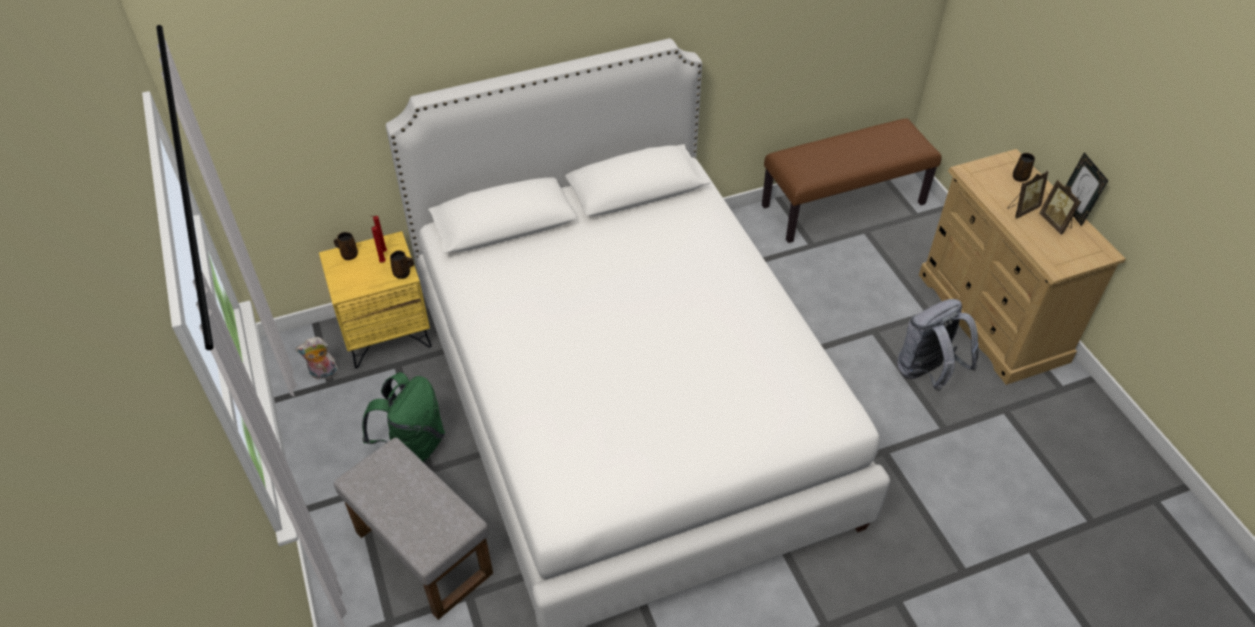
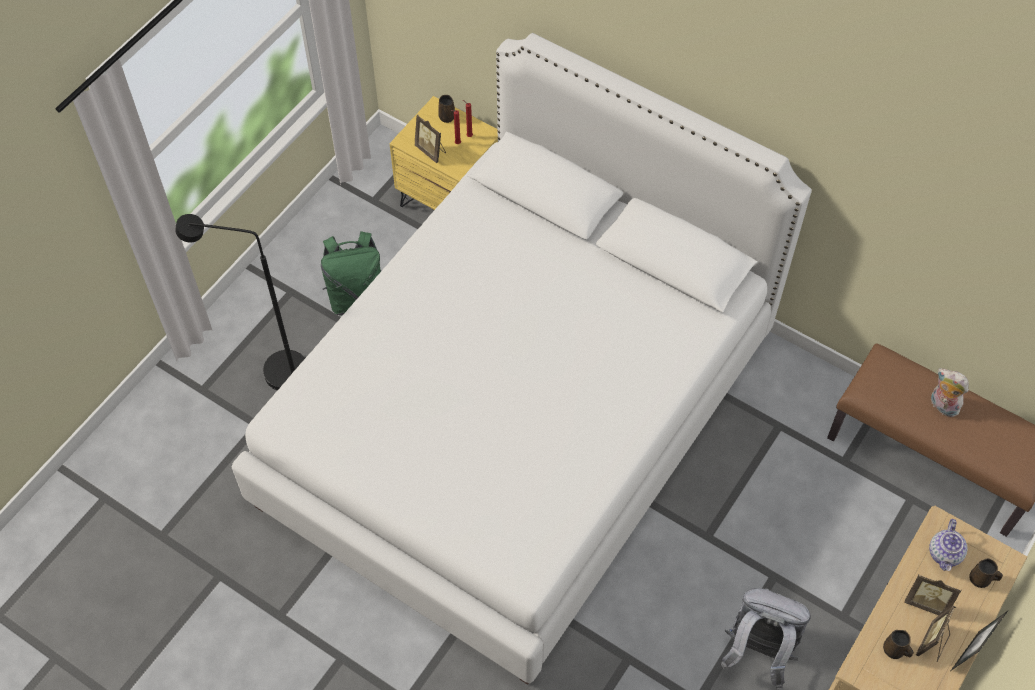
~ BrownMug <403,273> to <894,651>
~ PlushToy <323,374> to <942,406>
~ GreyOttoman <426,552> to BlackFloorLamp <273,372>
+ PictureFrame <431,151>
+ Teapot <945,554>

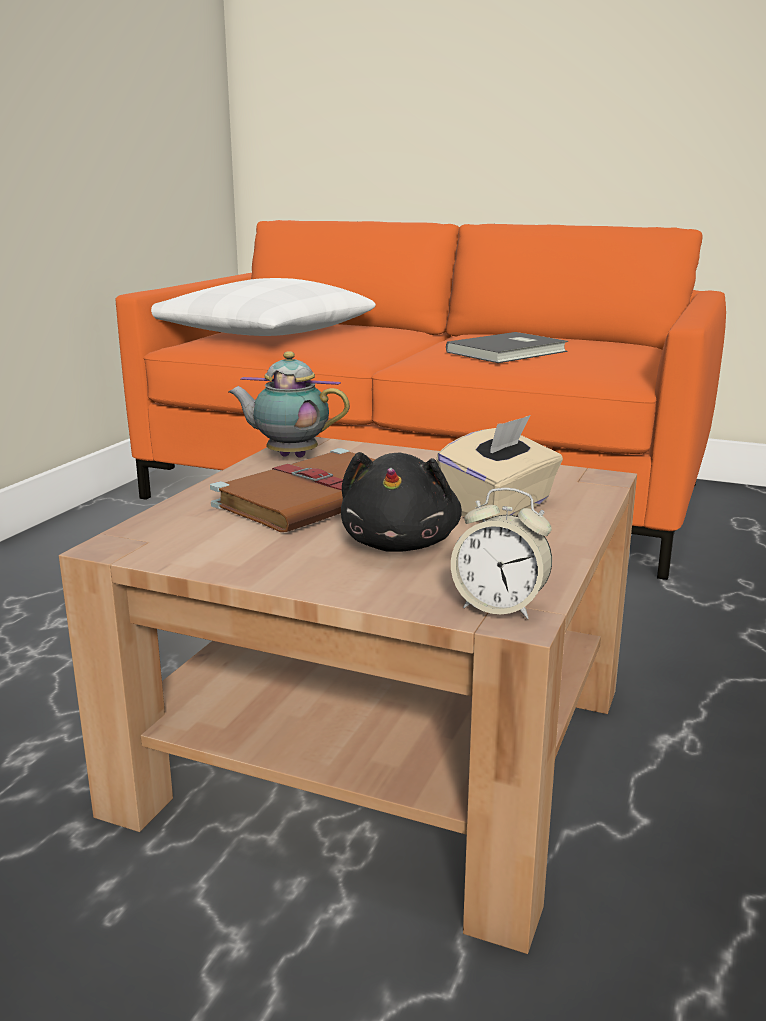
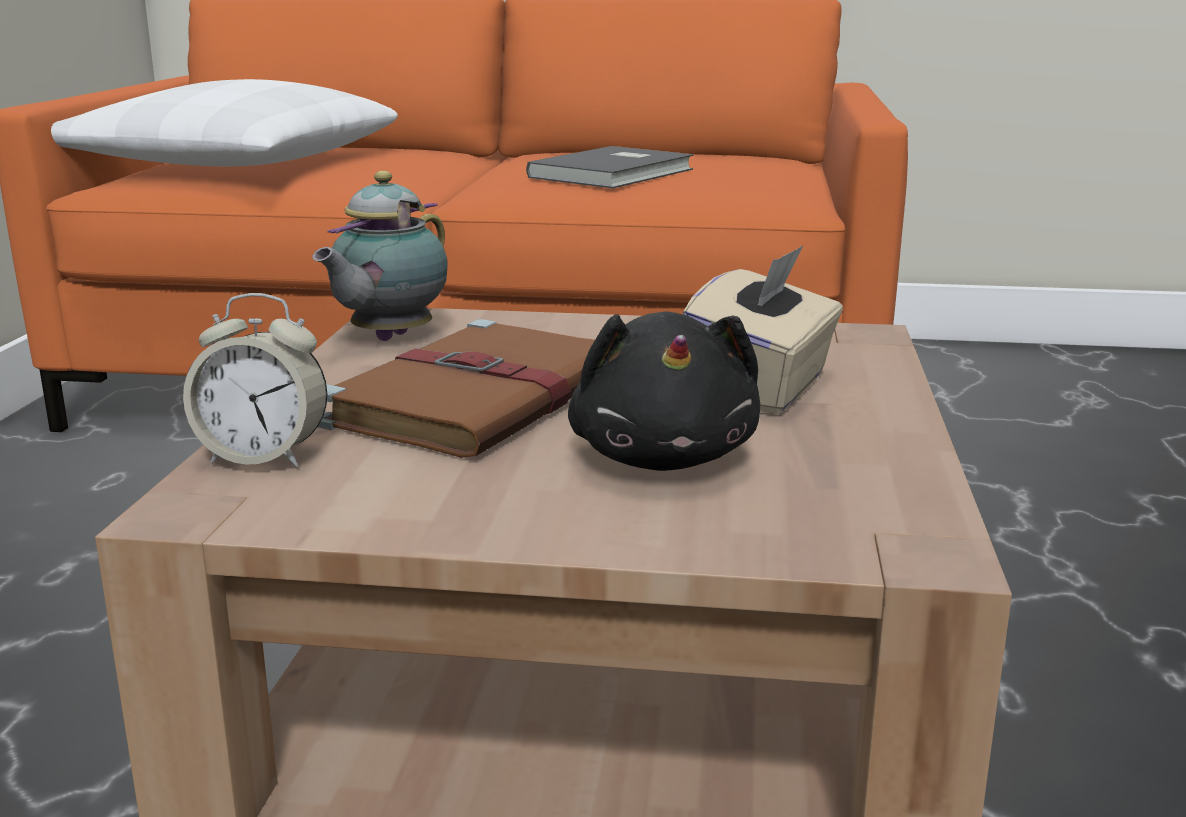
~ Teapot <289,456> = <387,338> 60 degrees counterclockwise
~ AlarmClock <500,607> to <263,457>

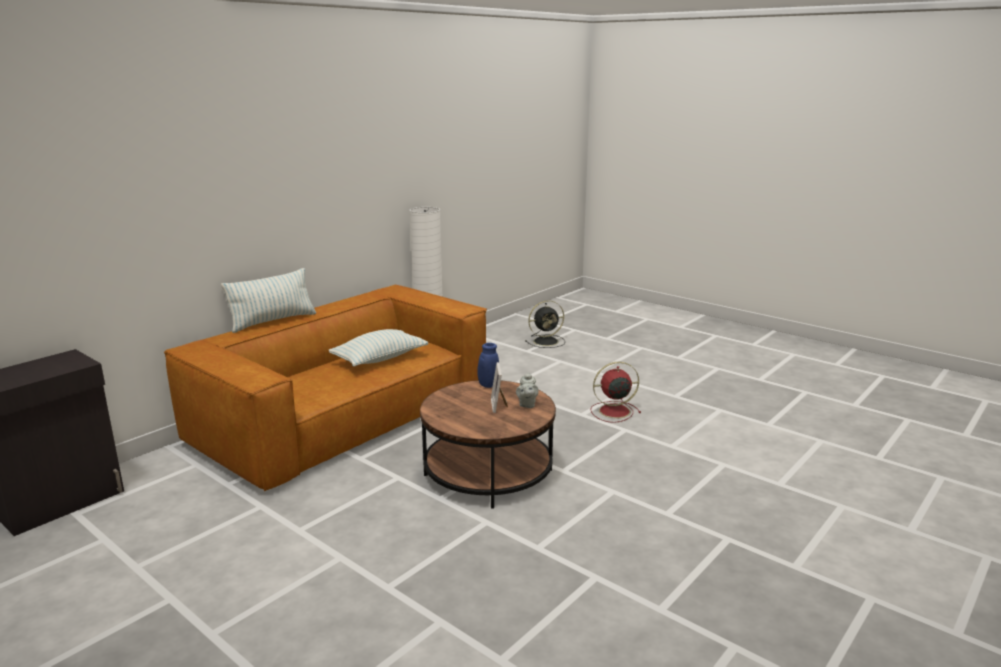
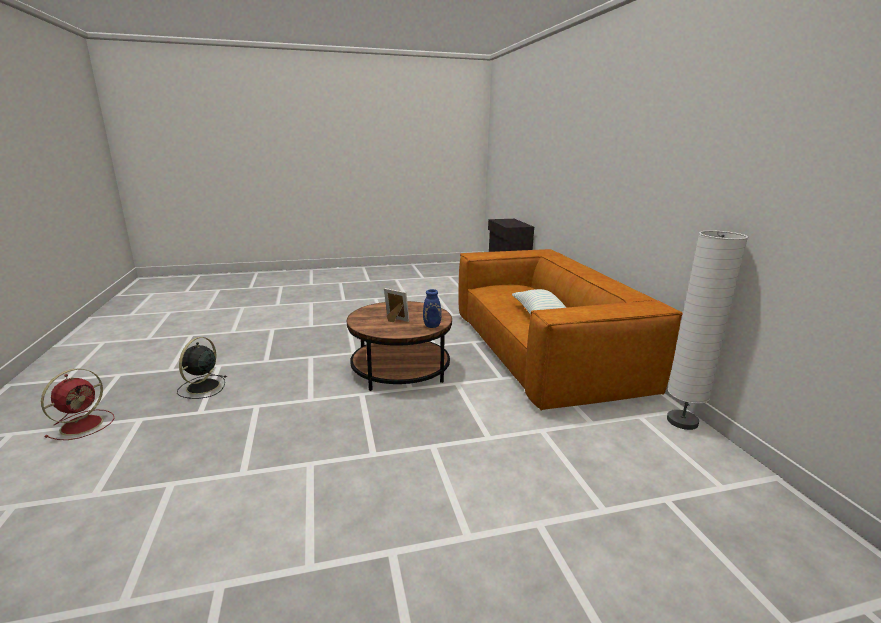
- Pillow <273,321>
~ BlackFan <547,341> to <202,387>
~ RedFan <613,411> to <83,424>
- GreyTeapot <527,404>

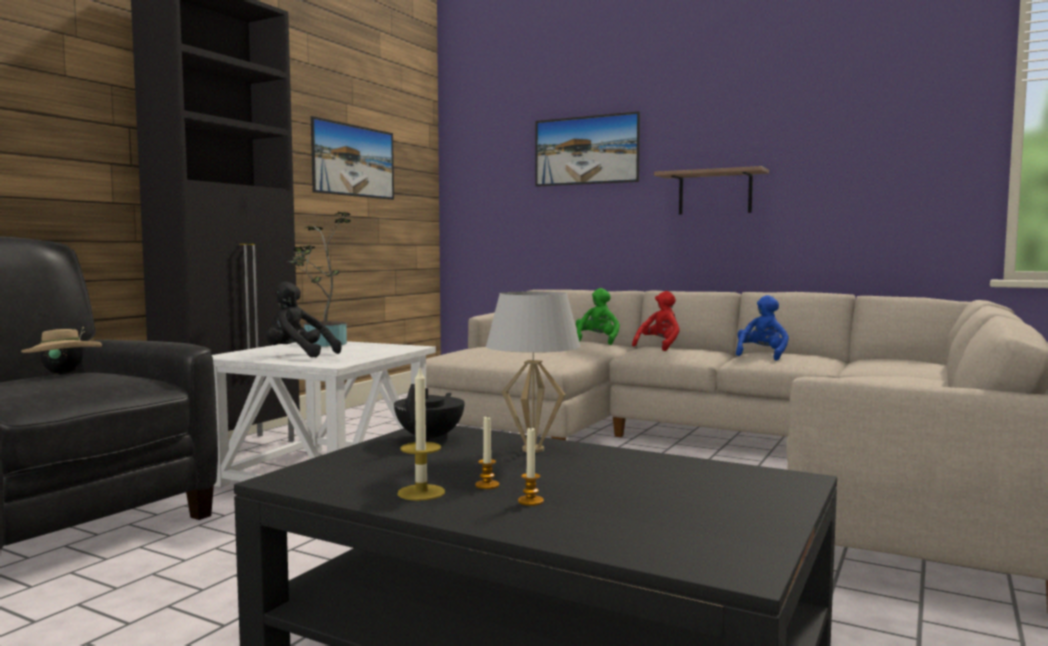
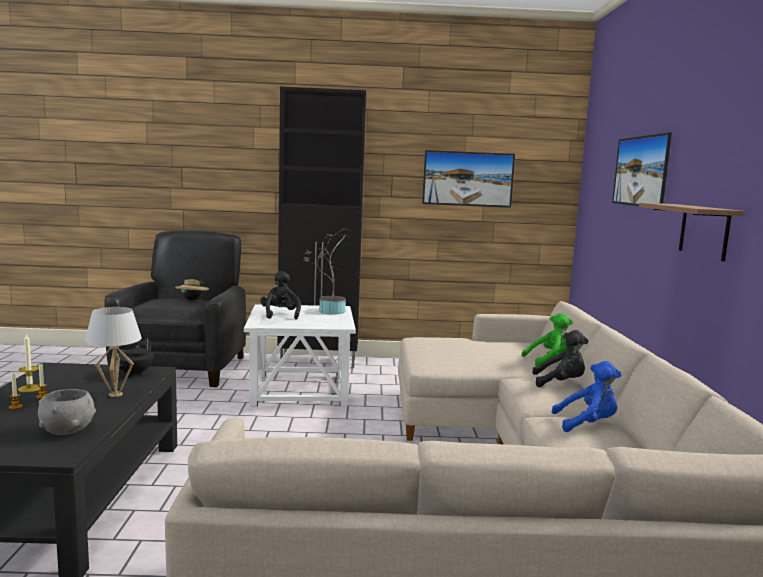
~ RedPlushToy <659,347> to BlackPlushToy <560,383>
~ BlackTeapot <431,438> = <133,374> 120 degrees clockwise
+ GreyBowl <67,430>

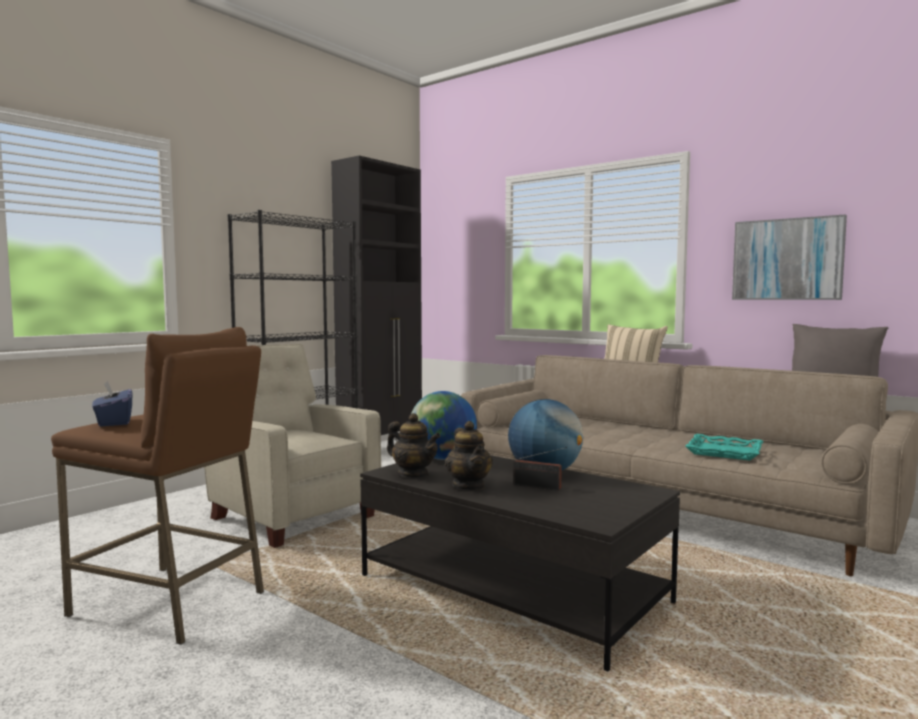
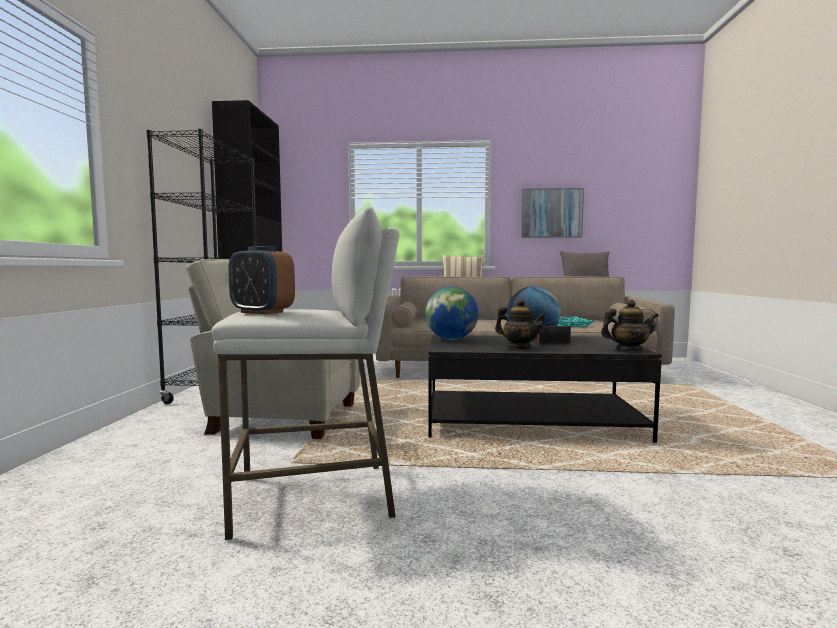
~ BrownStool <170,603> to WhiteStool <314,497>
~ BlueTissueBox <114,422> to AlarmClock <262,312>
~ Teapot <413,474> to <628,350>

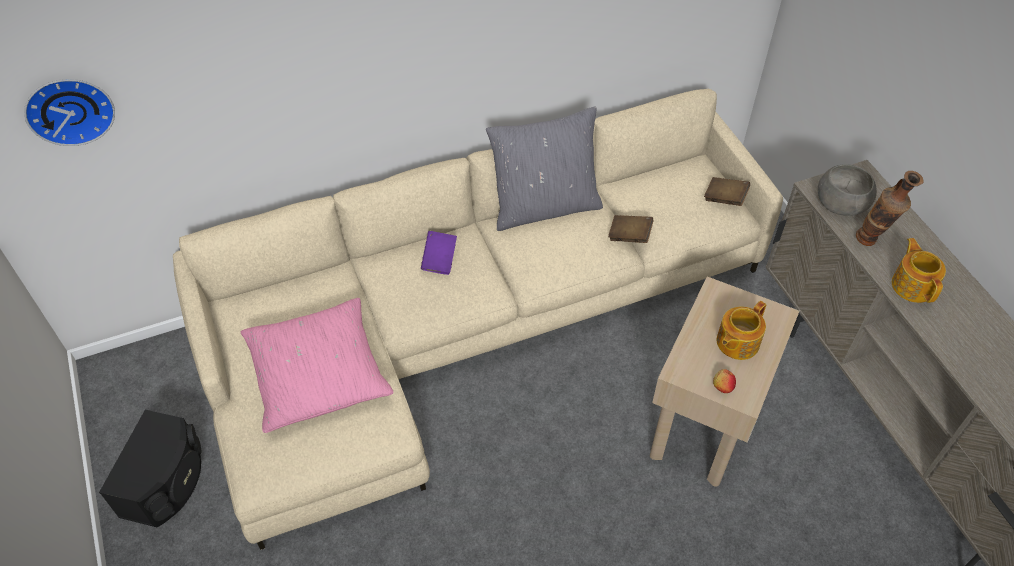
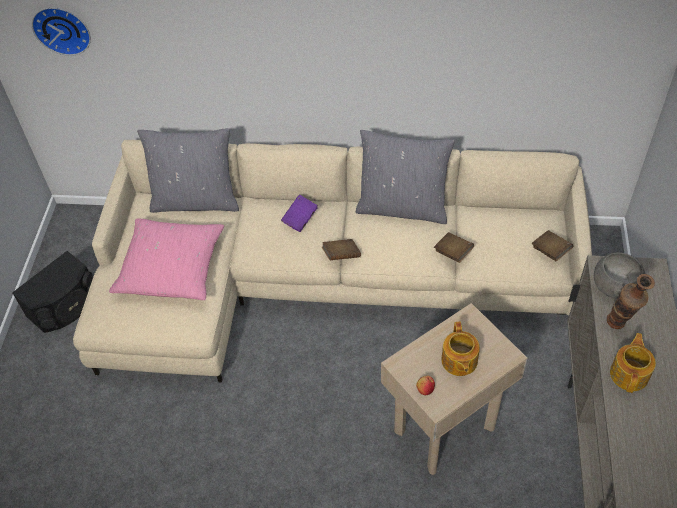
~ Teapot <736,342> = <459,361> 75 degrees counterclockwise
+ GreyPillow <196,200>
+ BrownBook <341,255>

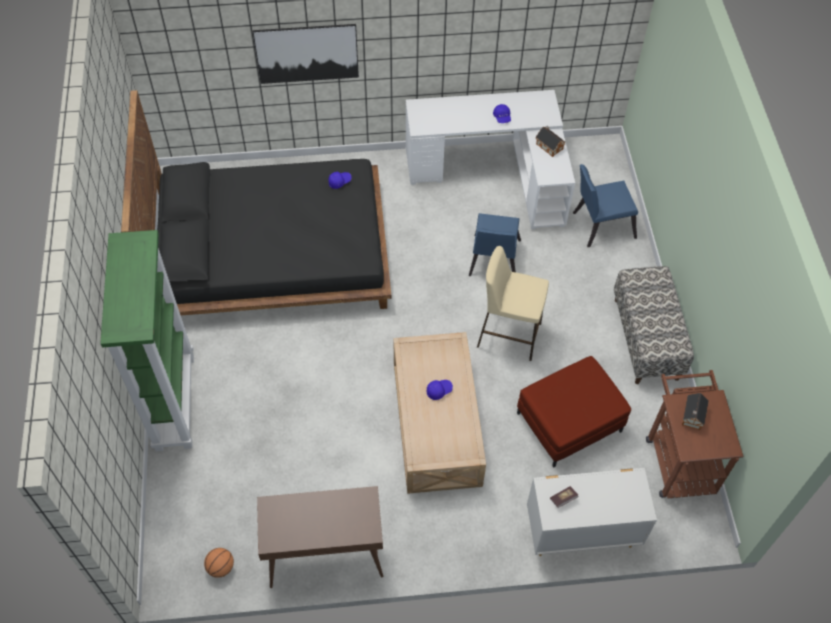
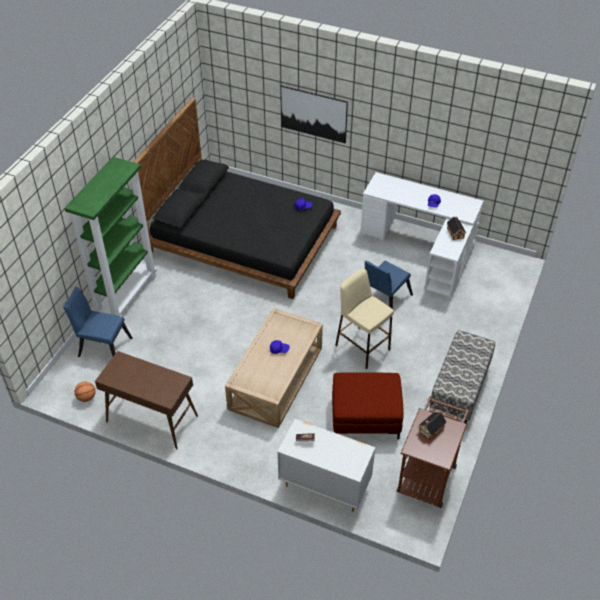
~ BlueChair <599,225> to <102,346>

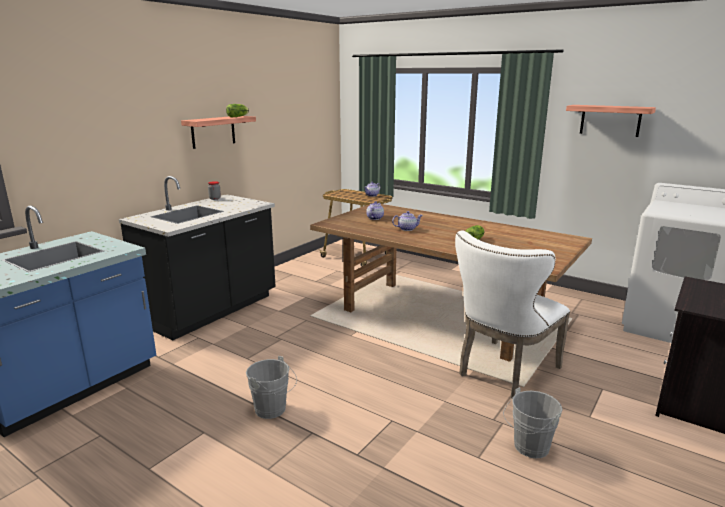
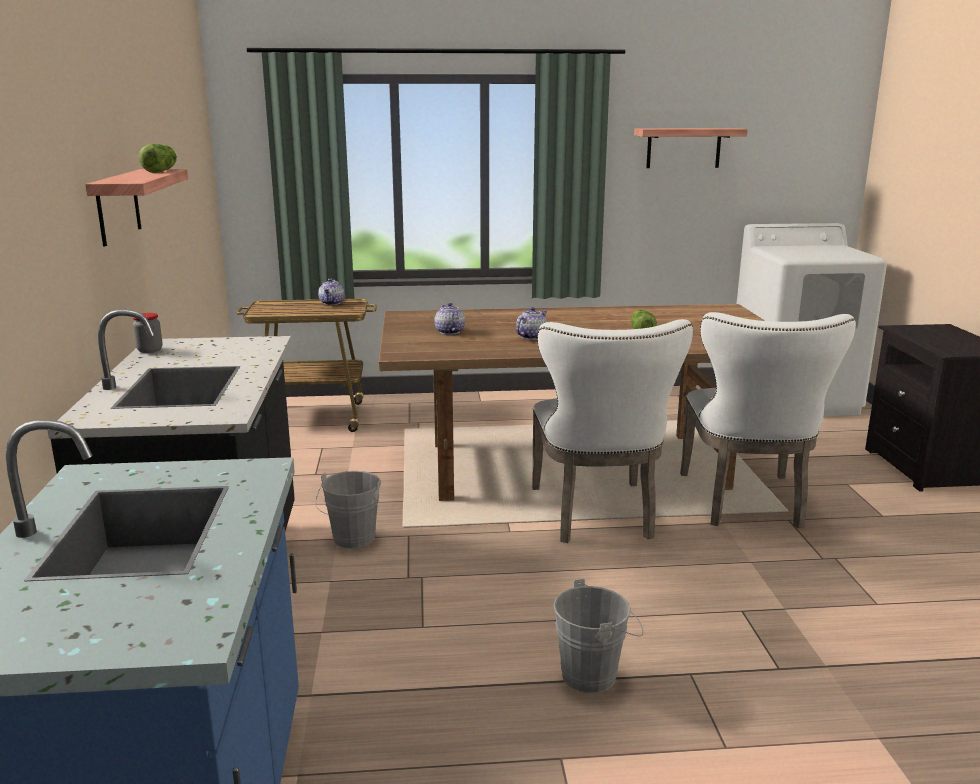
~ GreyBucket <528,448> to <352,540>
+ WhiteChair <597,516>

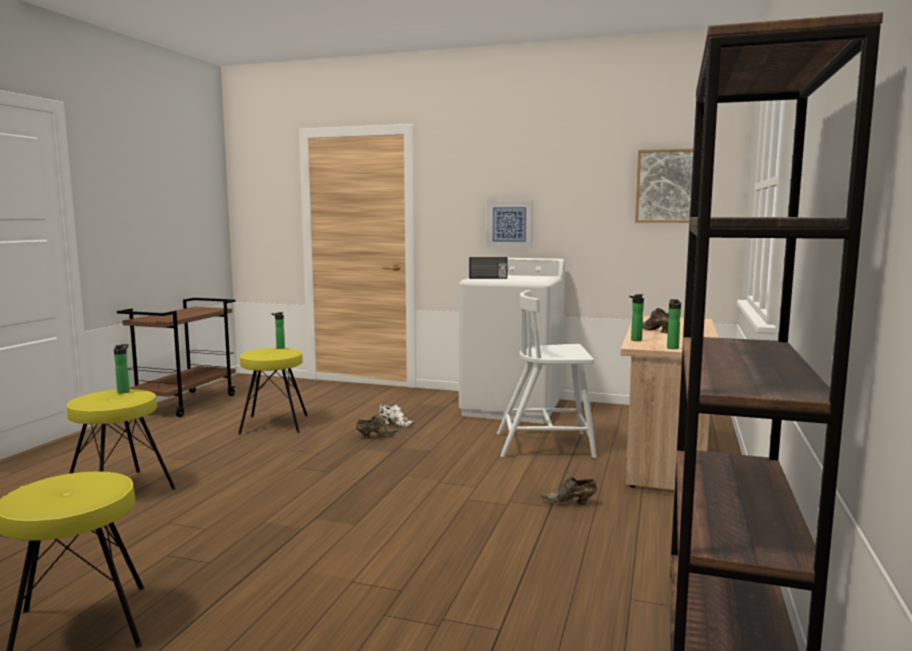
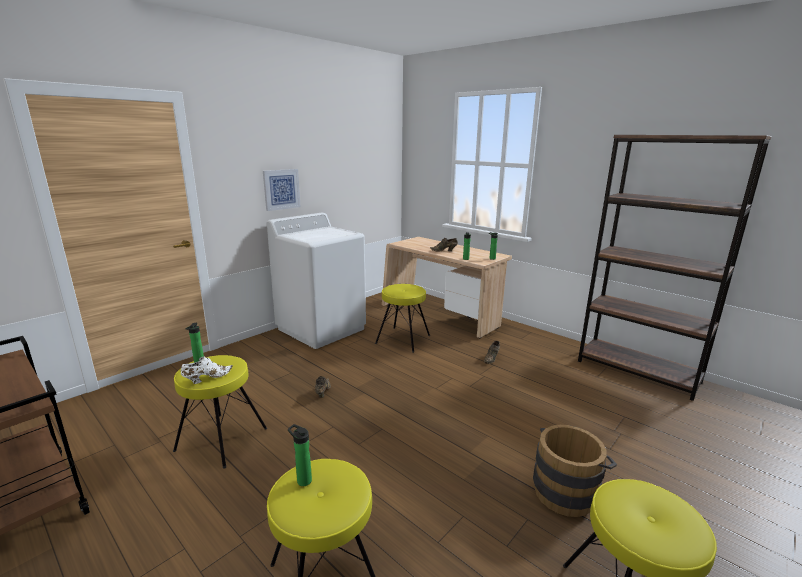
- Picture <673,186>
- Radio <488,278>
~ WhiteChair <546,445> to YellowStool <402,339>
~ WhiteShoe <395,424> to <206,378>
+ BrownBucket <567,490>

